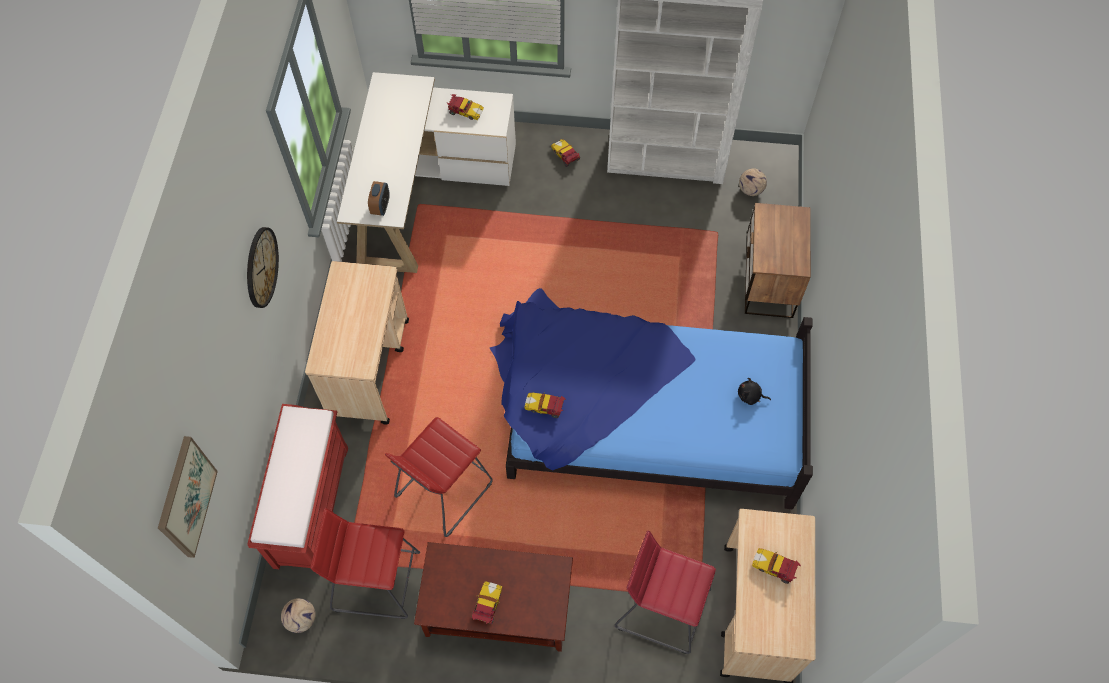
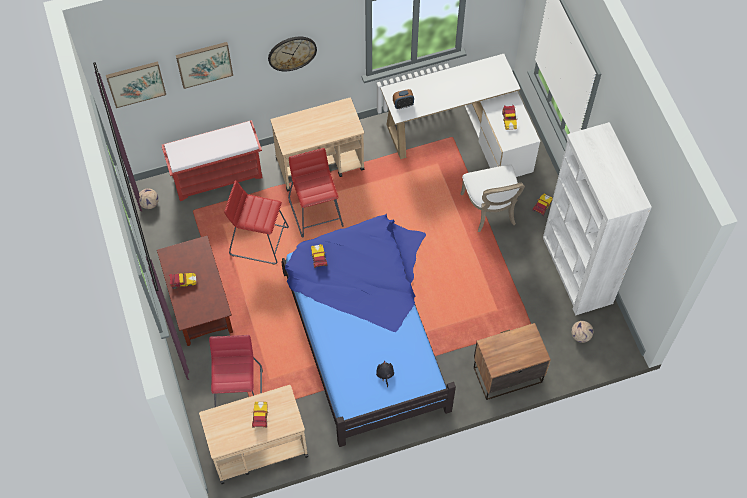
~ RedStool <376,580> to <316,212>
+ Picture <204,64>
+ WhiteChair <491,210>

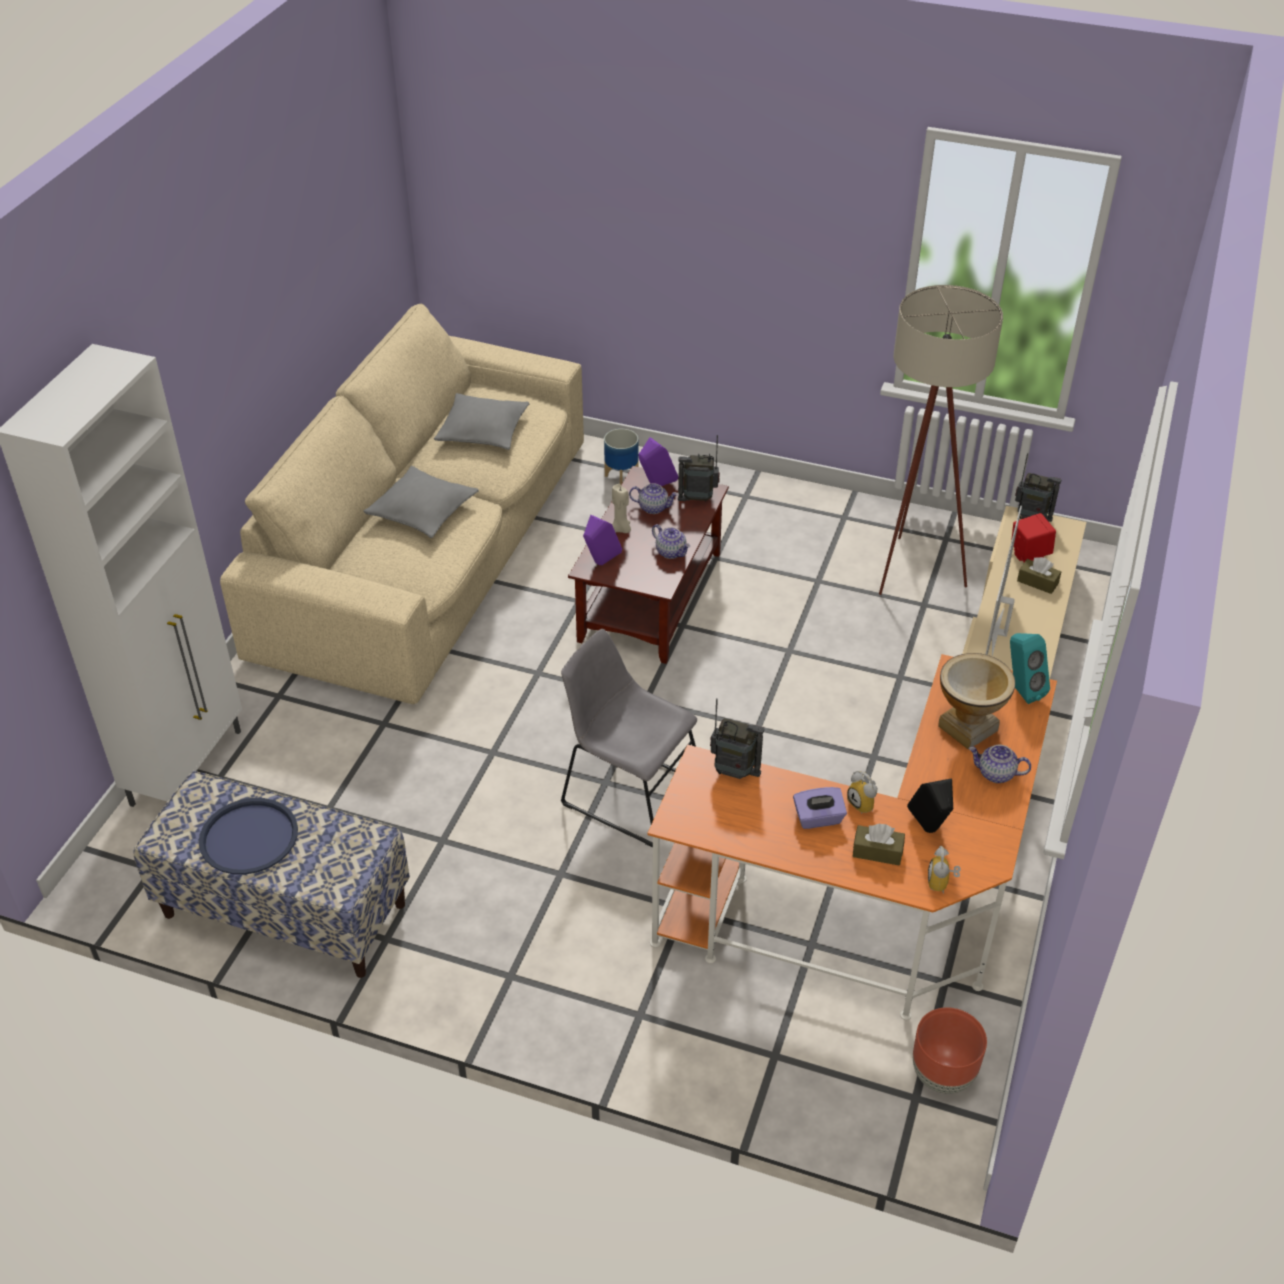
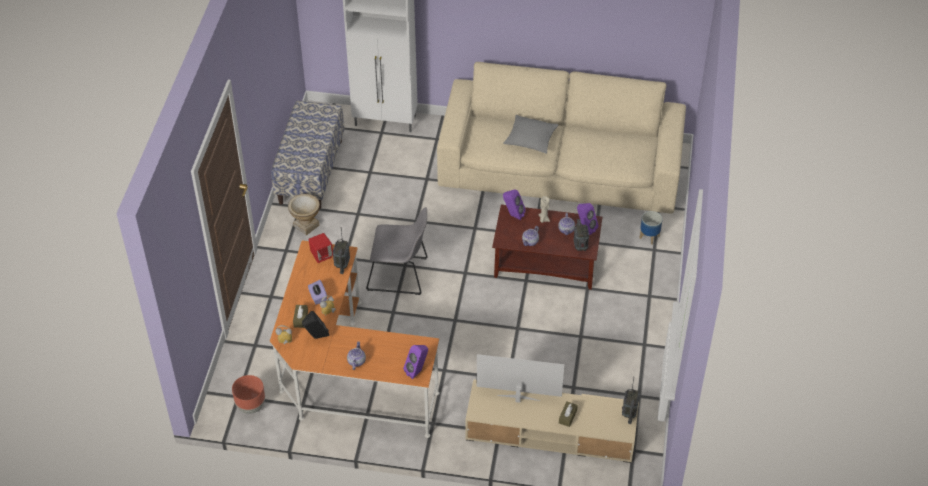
- BeigeFloorLamp <912,565>
- GreyPillow <483,431>
~ RedSpeaker <1029,554> to <321,255>
~ GreyChair <628,791> = <400,274> 75 degrees clockwise
~ TurquoiseSpeaker <1021,690> to PurpleSpeaker <417,371>
~ Vase <967,728> to <306,225>
- BlueTray <249,837>

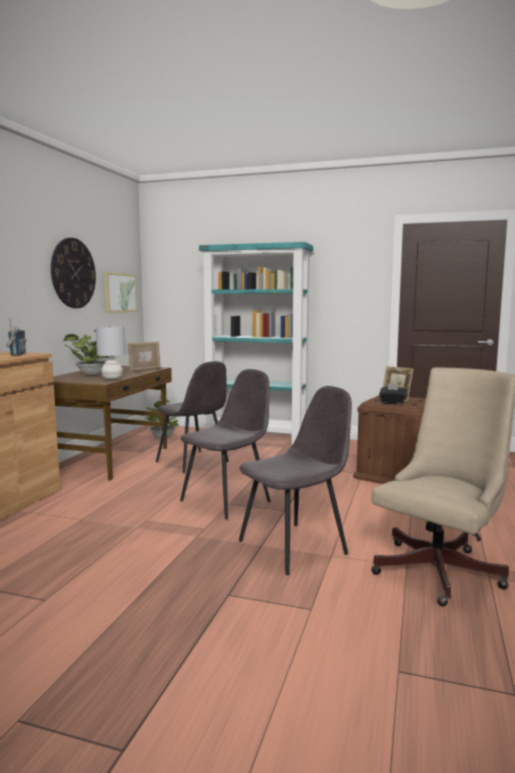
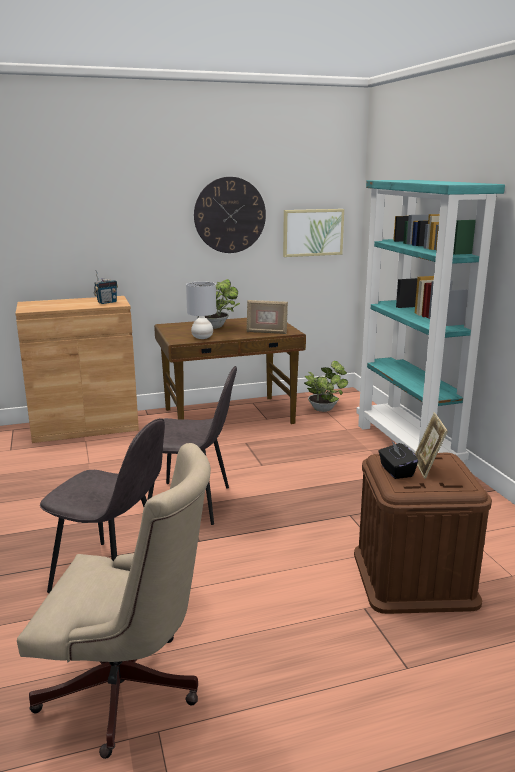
- GreyChair <193,462>

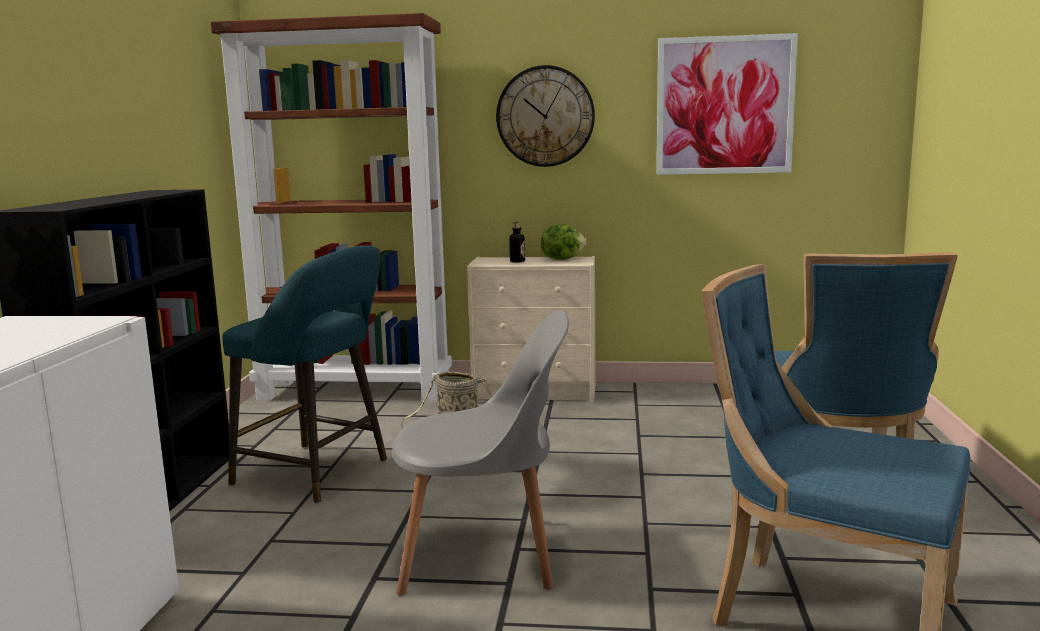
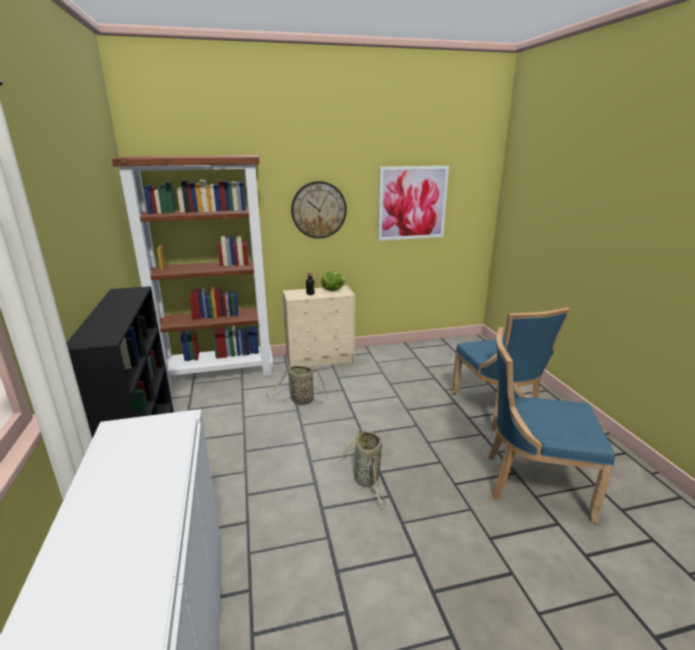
- TurquoiseStool <317,474>
~ GreyChair <485,555> to Basket <367,480>

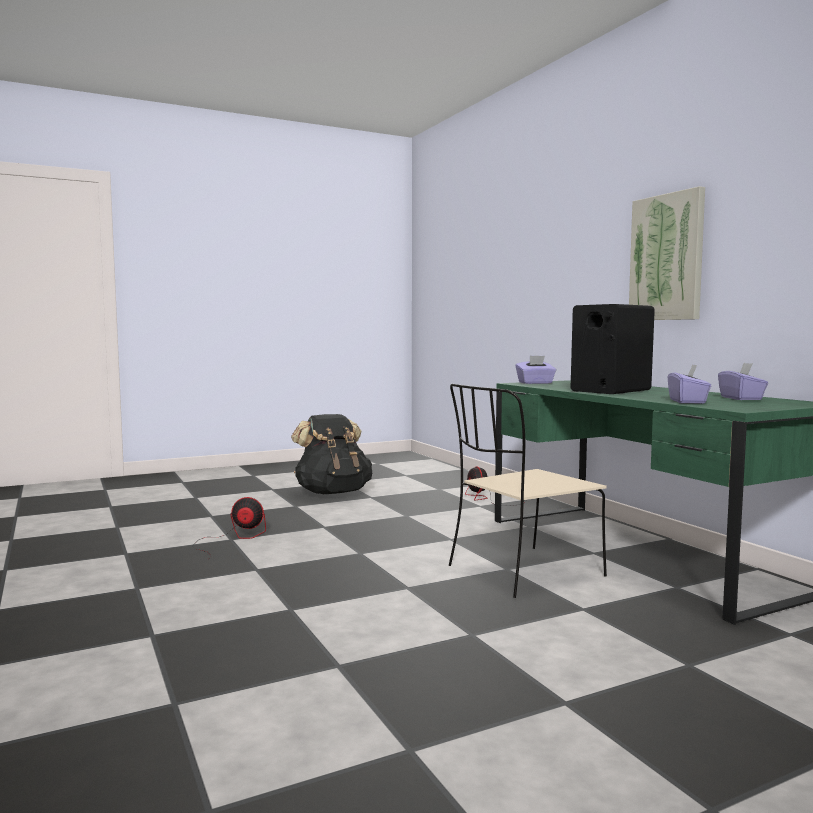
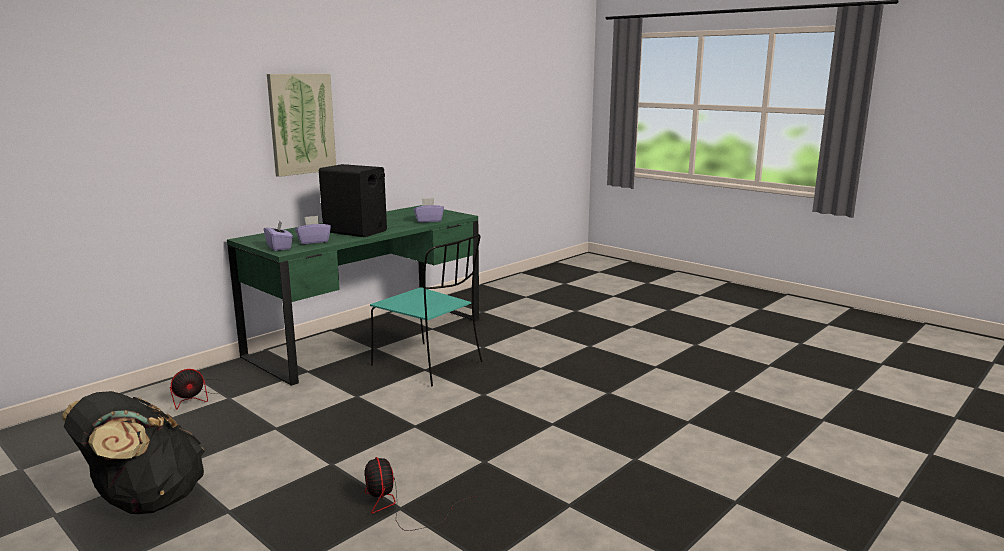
~ PurpleTissueBox <741,398> to <313,241>
~ BeigeChair <522,572> to TurquoiseChair <429,365>

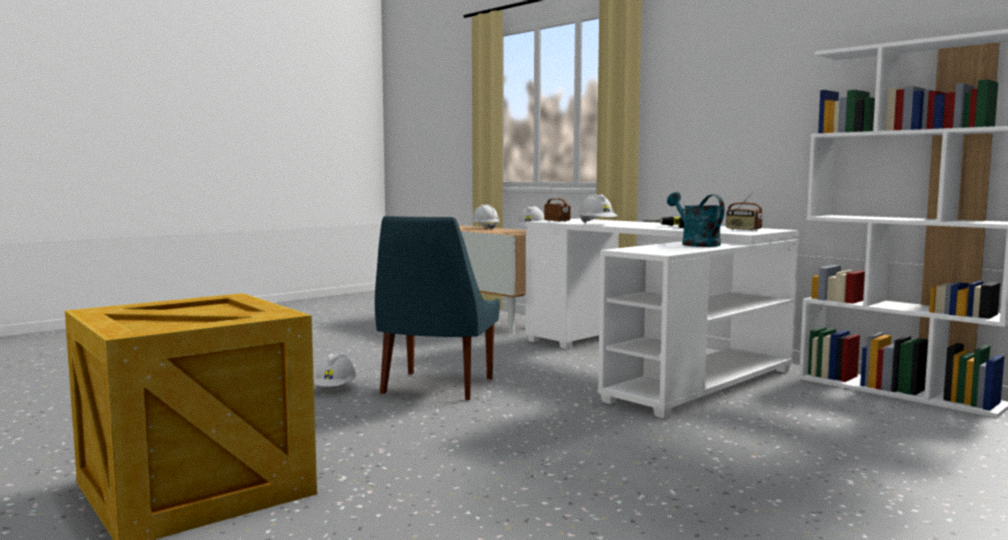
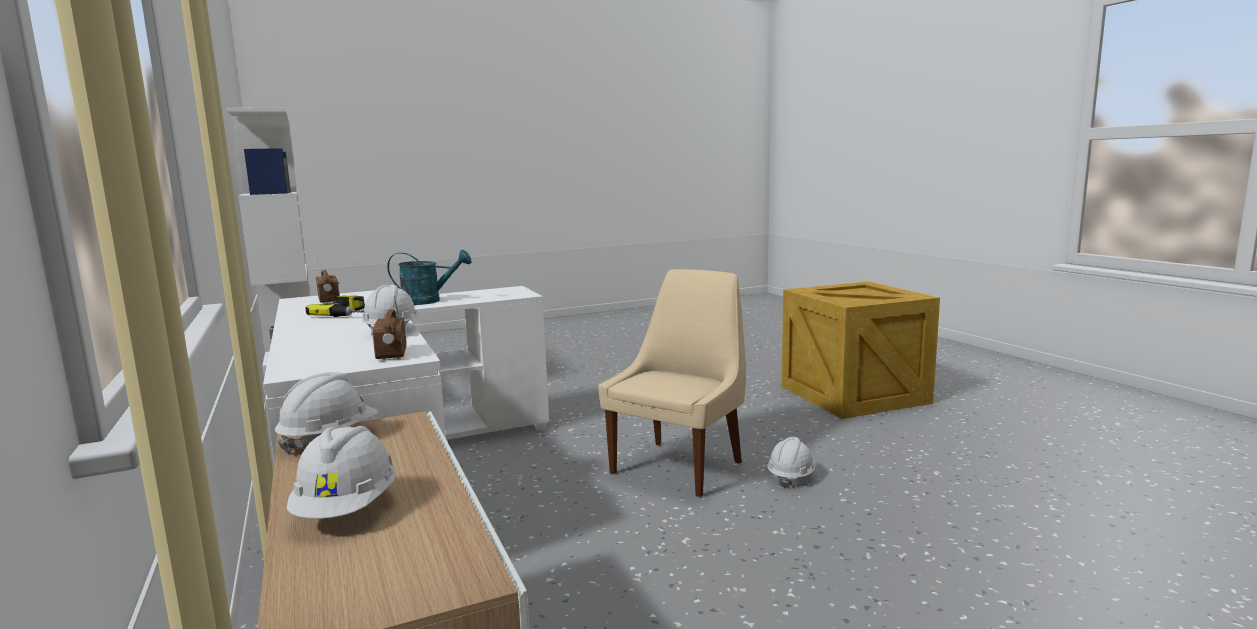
~ TurquoiseWateringCan <696,244> = <428,301> 90 degrees counterclockwise
~ BlueChair <436,387> to BeigeChair <679,466>

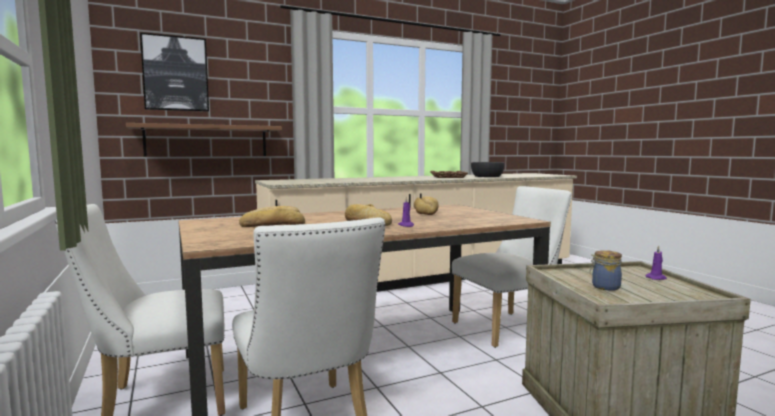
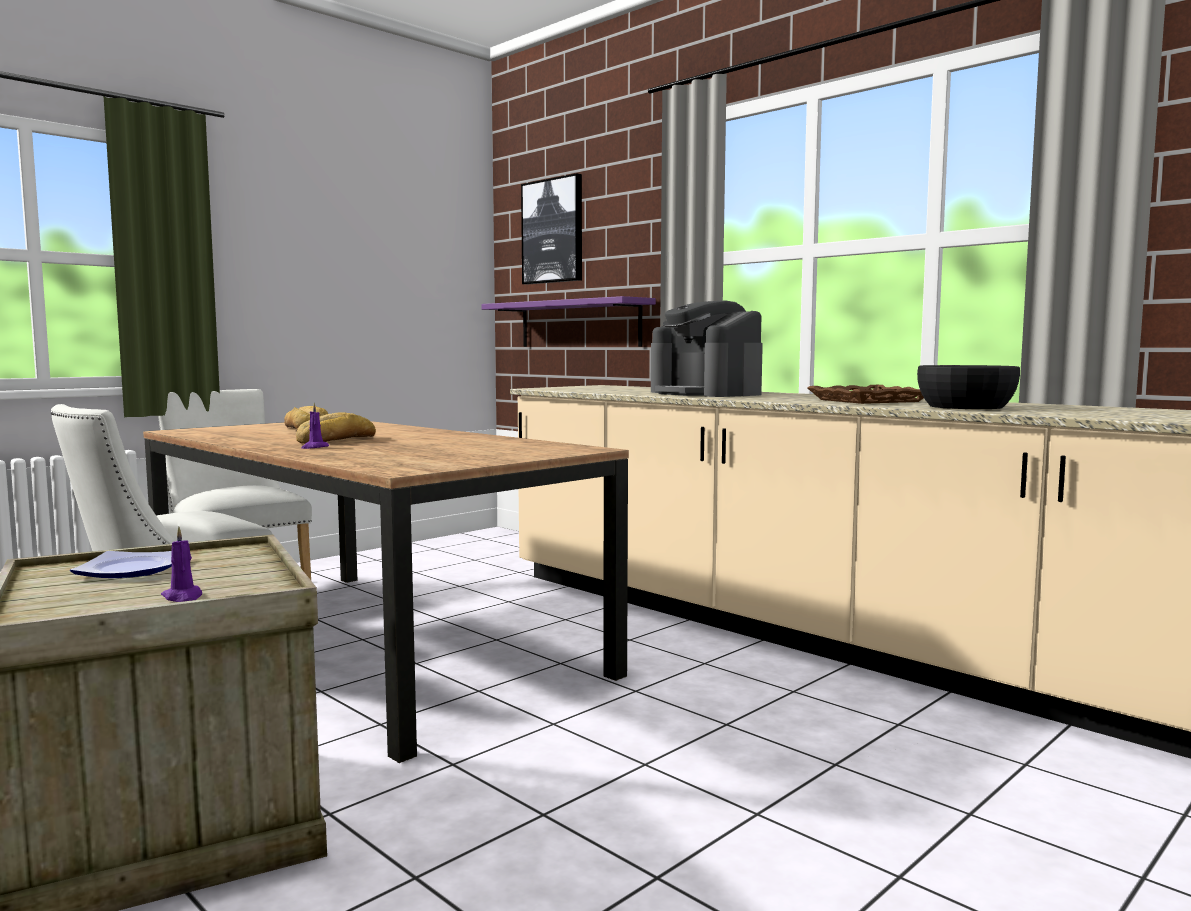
~ BrownShelf <207,141> to PurpleShelf <579,324>
- WhiteChair <508,327>
- Bread <425,211>
~ Jar <604,287> to Plate <130,569>
+ CoffeeMachine <706,393>

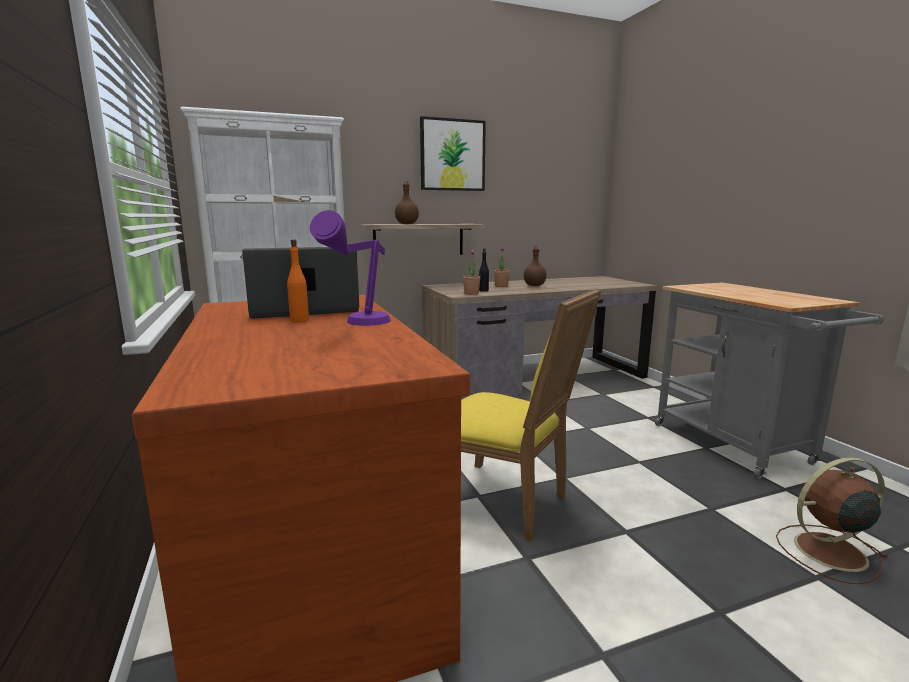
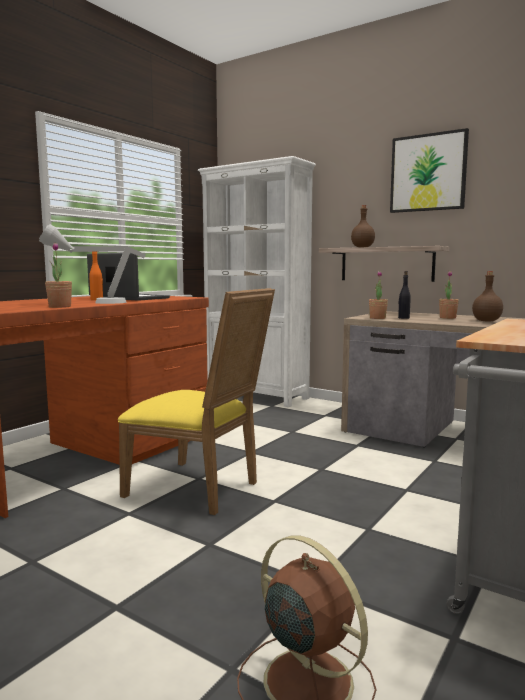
~ PurpleTableLamp <359,325> to GreyTableLamp <94,303>
~ YellowChair <505,502> = <199,489> 60 degrees counterclockwise
+ PottedPlant <60,307>

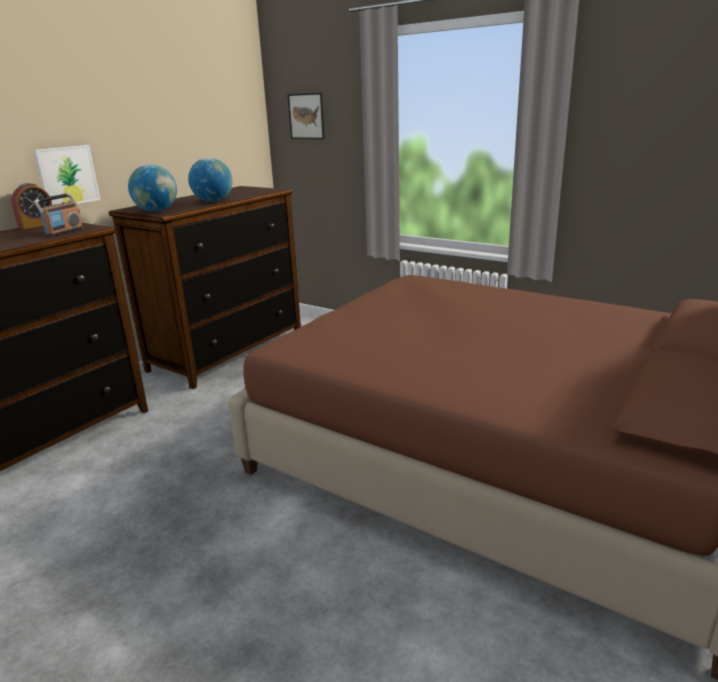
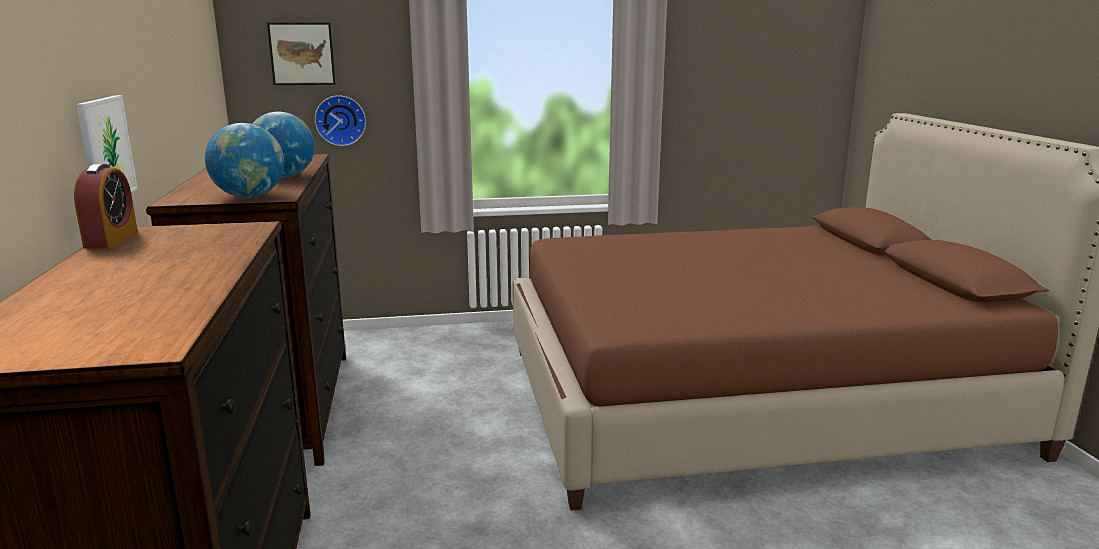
- Radio <64,231>
+ WallClock <340,120>

